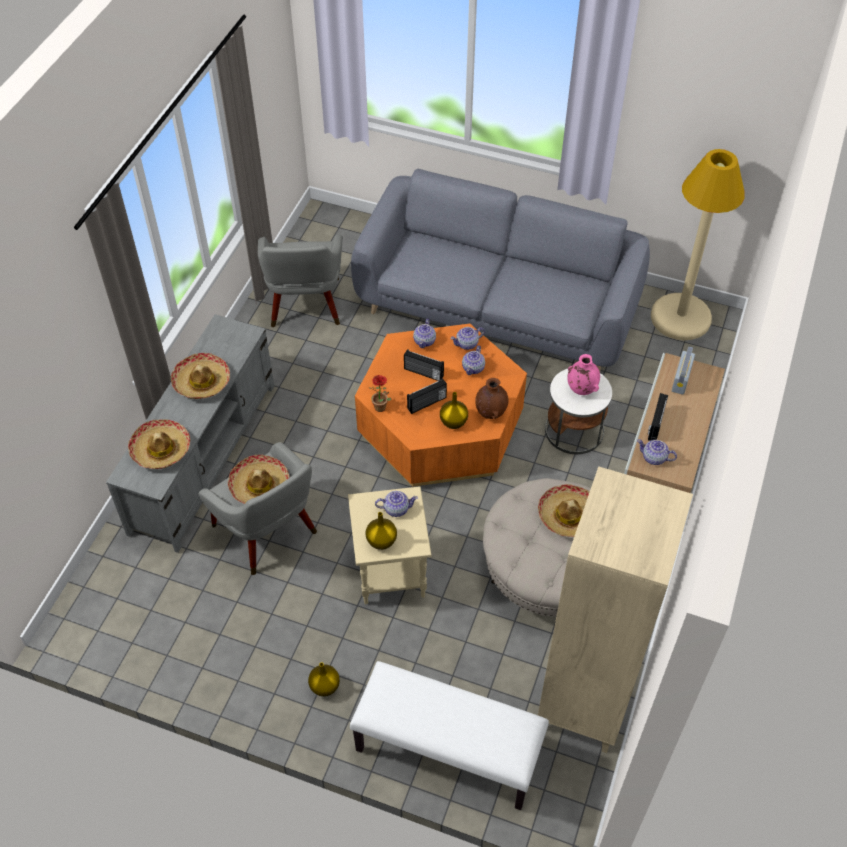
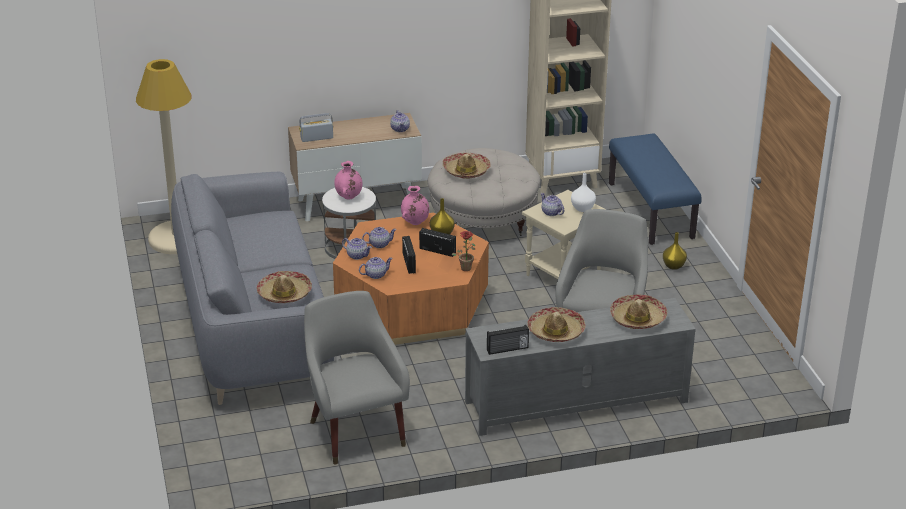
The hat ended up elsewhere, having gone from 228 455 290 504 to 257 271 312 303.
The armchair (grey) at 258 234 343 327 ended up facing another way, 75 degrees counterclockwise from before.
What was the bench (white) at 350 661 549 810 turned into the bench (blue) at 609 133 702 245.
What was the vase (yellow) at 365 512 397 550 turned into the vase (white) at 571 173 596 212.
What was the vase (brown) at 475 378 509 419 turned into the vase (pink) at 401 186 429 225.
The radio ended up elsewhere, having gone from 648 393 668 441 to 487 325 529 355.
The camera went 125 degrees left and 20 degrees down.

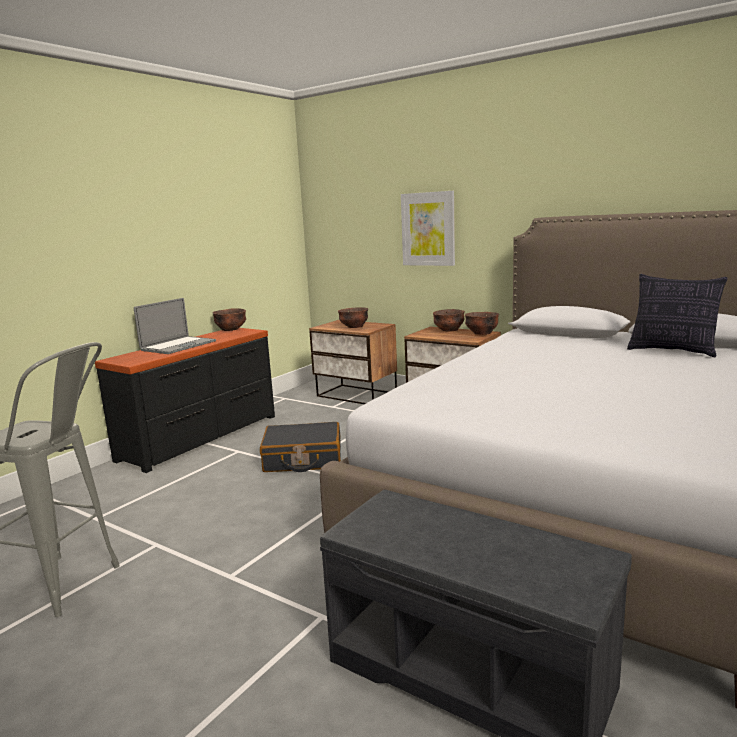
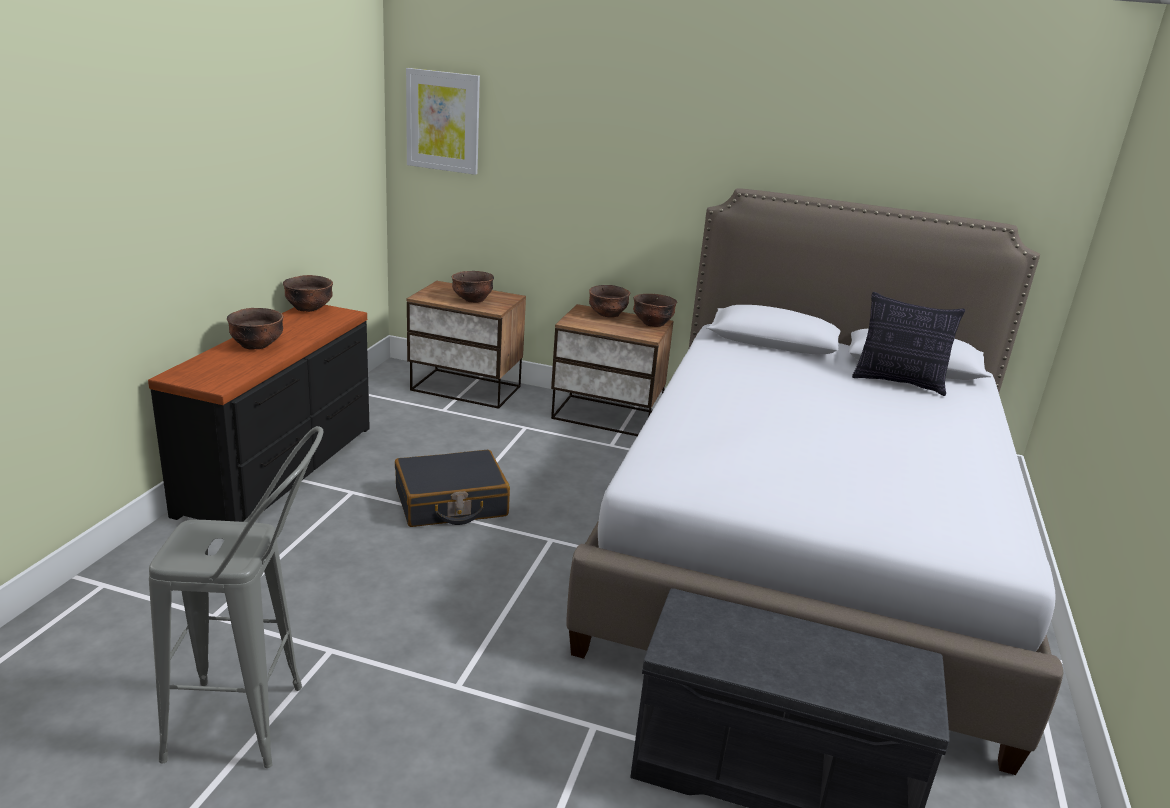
Where the laptop stood at 134 298 216 354, the bowl (brown) came to stand at 227 308 284 350.
The picture ended up elsewhere, having gone from 401 191 455 266 to 406 68 480 175.
The camera went 20 degrees left and 10 degrees up.

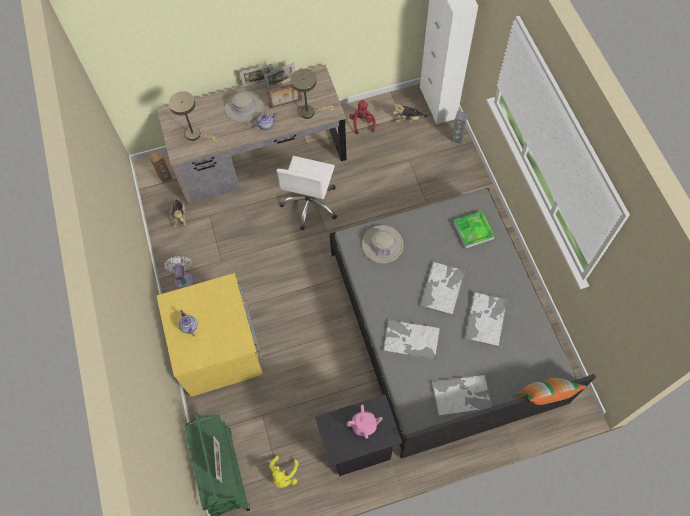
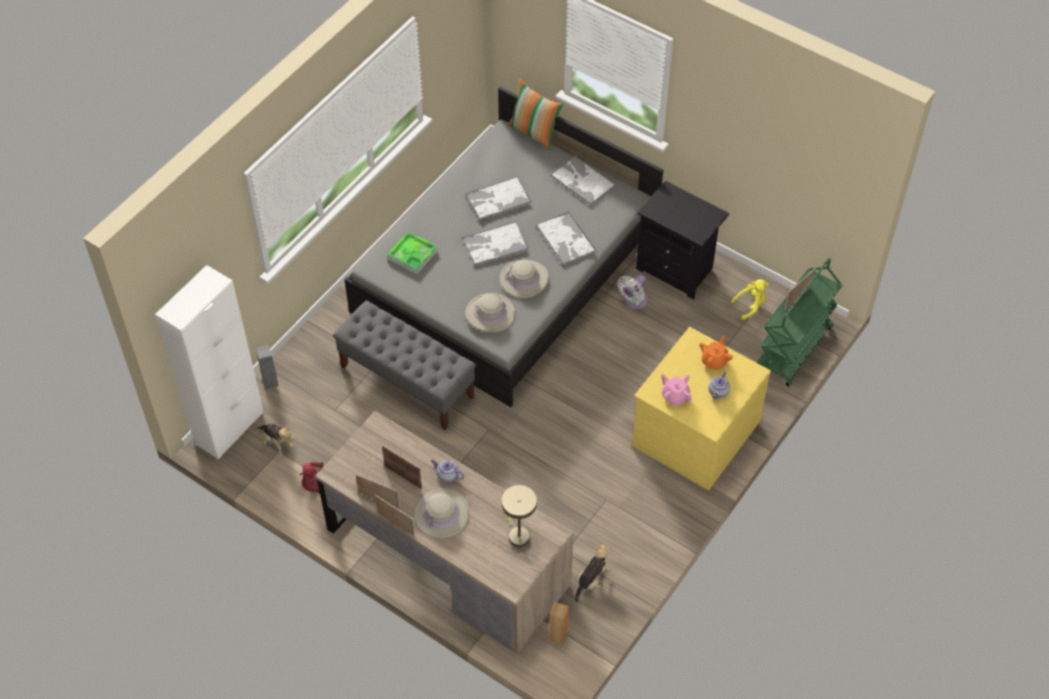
The fan (white) ended up elsewhere, having gone from 164 256 194 289 to 617 274 648 310.
The second view lost the office chair (white) at 276 156 337 230.
The second view lost the table lamp (beige) at 291 69 333 119.
The teapot (pink) ended up elsewhere, having gone from 346 405 383 439 to 661 374 692 406.
The second view gained the bench (grey) at 333 300 476 430.
The second view gained the hat (beige) at 500 260 549 298.
The second view gained the teapot (orange) at 699 336 733 370.
The camera went 130 degrees left and 10 degrees down.

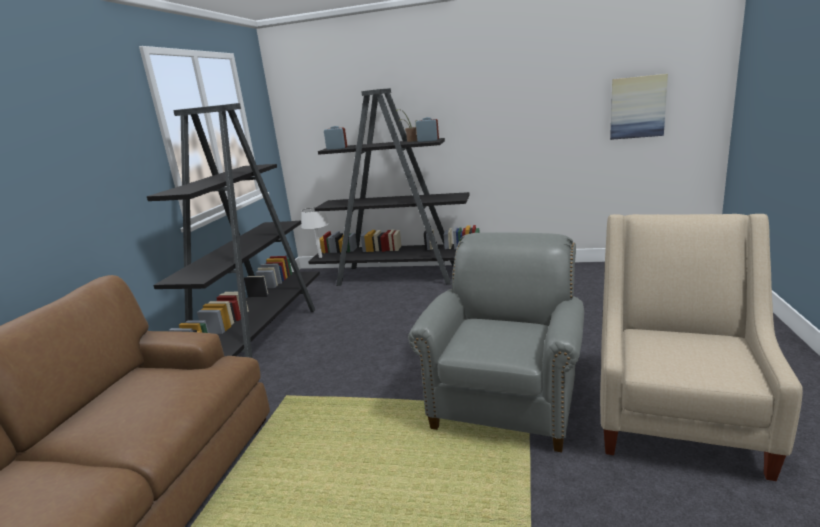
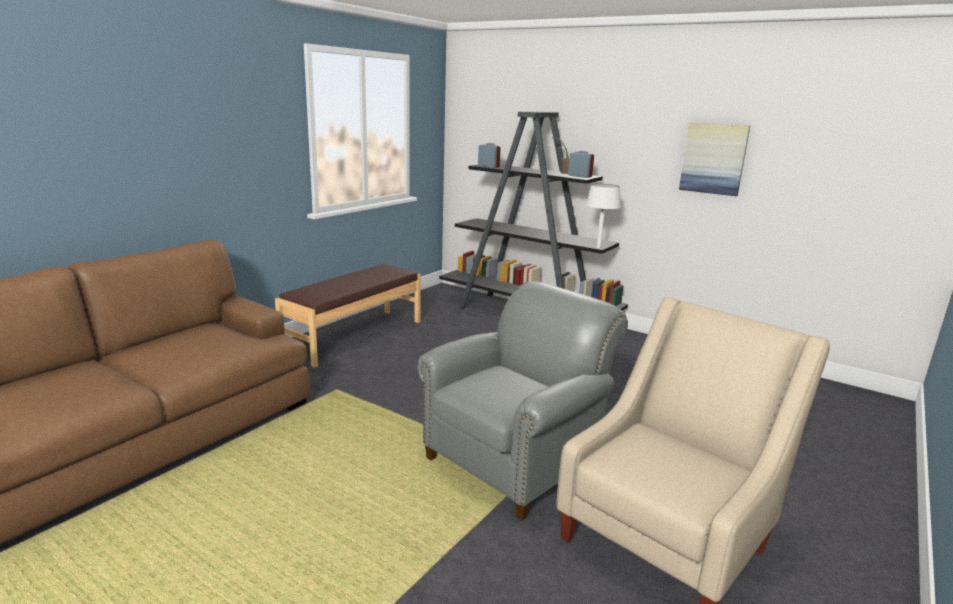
Where the bookcase (black) stood at 147 103 320 358, the bench (brown) came to stand at 275 264 421 368.
The table lamp (white) ended up elsewhere, having gone from 301 207 329 258 to 586 183 621 248.
The picture ended up elsewhere, having gone from 610 74 668 140 to 679 122 750 196.
The camera went 20 degrees right and 0 degrees up.

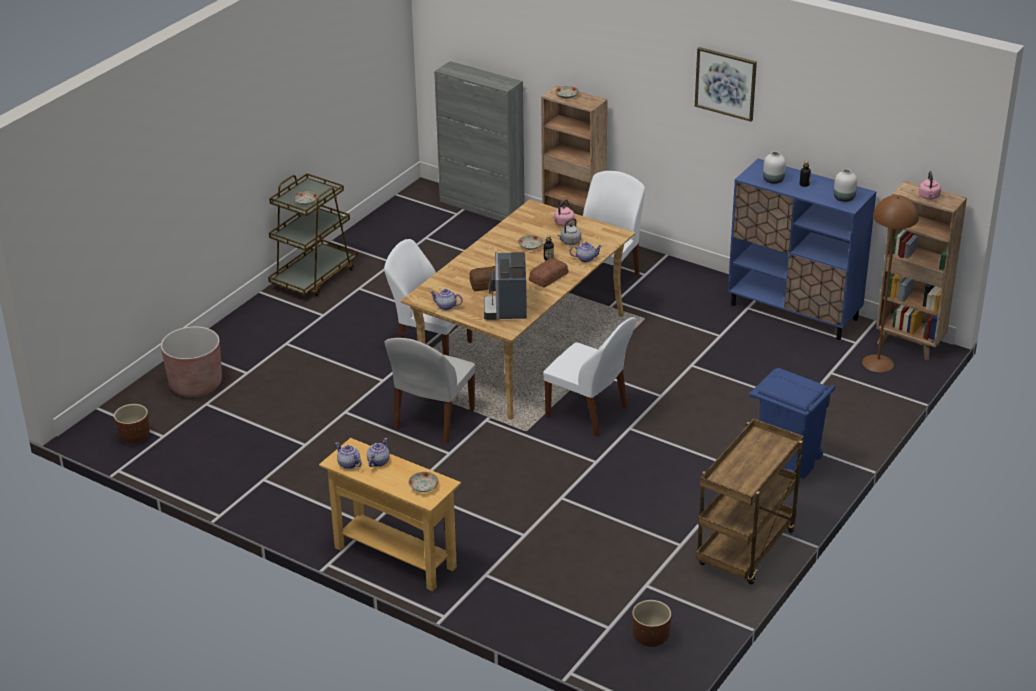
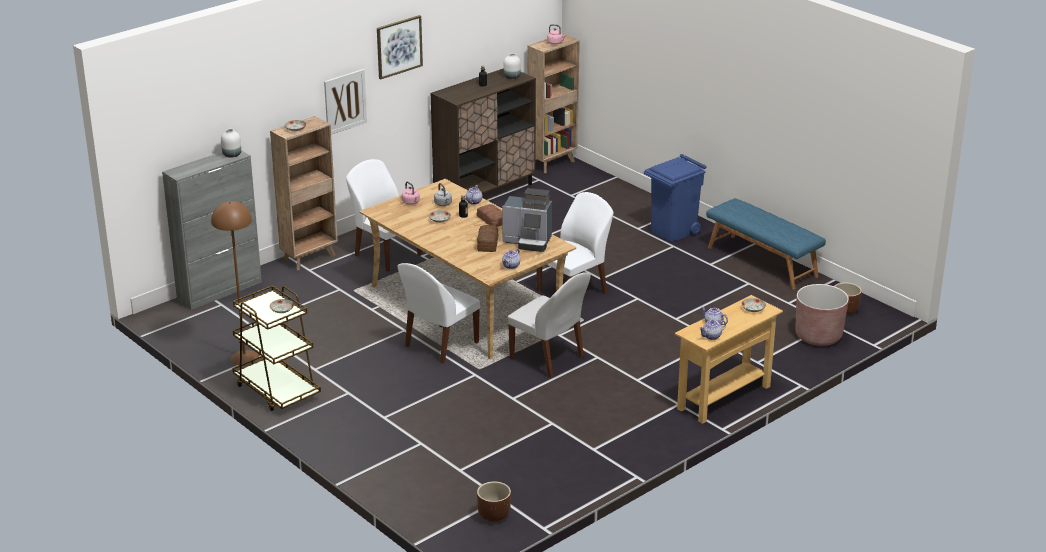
The planter (brown) ended up elsewhere, having gone from 161 326 222 397 to 796 284 849 346.
Where the cart (brown) stood at 696 418 804 585, the bench (blue) came to stand at 706 198 826 289.
What was the cabinet (blue) at 728 159 876 340 turned into the cabinet (brown) at 430 68 536 194.
The vase (white) ended up elsewhere, having gone from 763 151 786 184 to 221 129 241 158.
The floor lamp (brown) ended up elsewhere, having gone from 862 195 919 372 to 211 201 259 365.
The second view gained the picture at 324 69 367 135.
The camera went 75 degrees left and 5 degrees down.

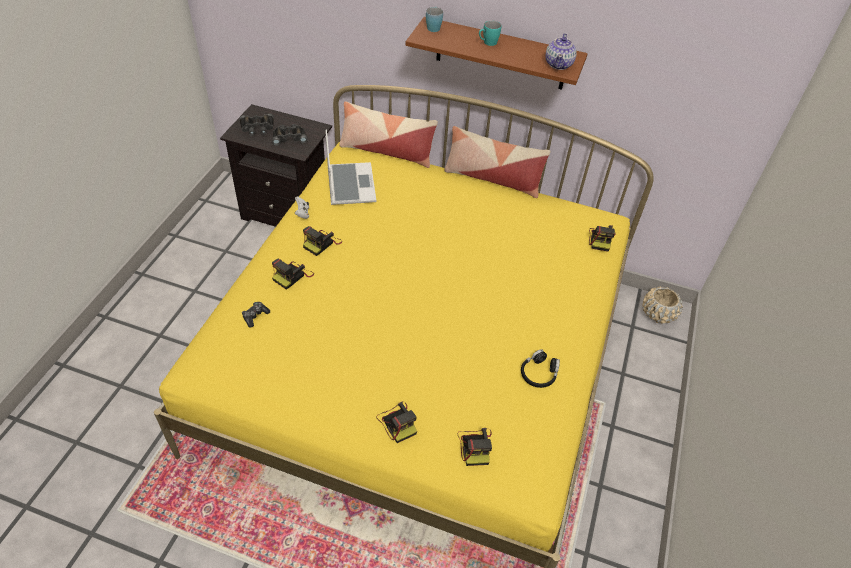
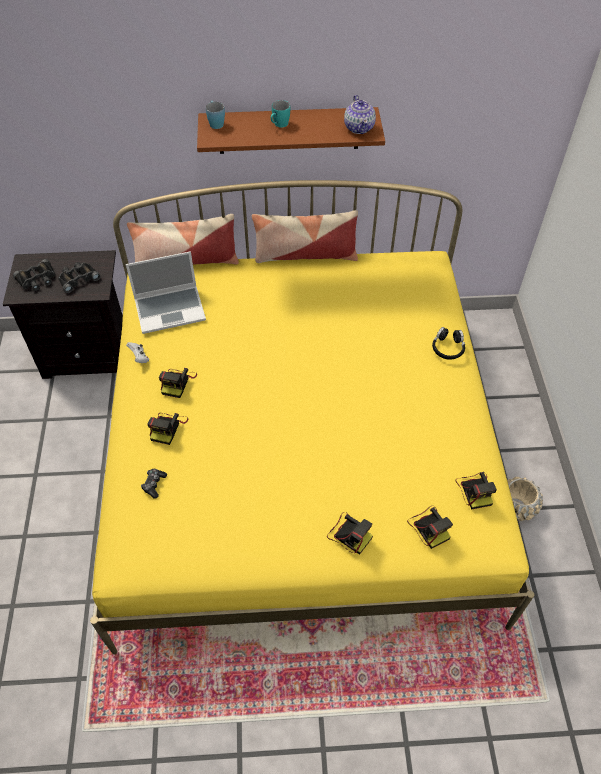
The laptop at 325 129 376 205 ended up facing another way, 105 degrees clockwise from before.
The headphones (black) ended up elsewhere, having gone from 521 349 560 388 to 432 327 465 360.
The photo camera ended up elsewhere, having gone from 589 225 616 252 to 456 472 497 510.
The planter (beige) ended up elsewhere, having gone from 643 286 683 324 to 507 477 543 521.
The camera went 20 degrees left and 5 degrees up.

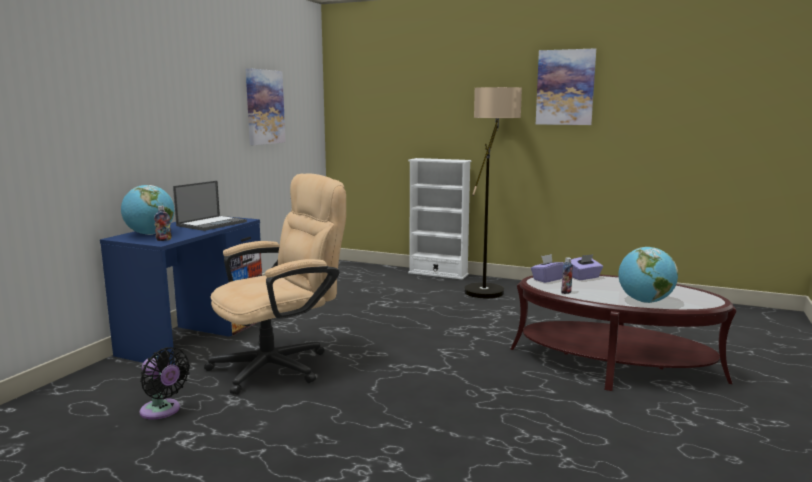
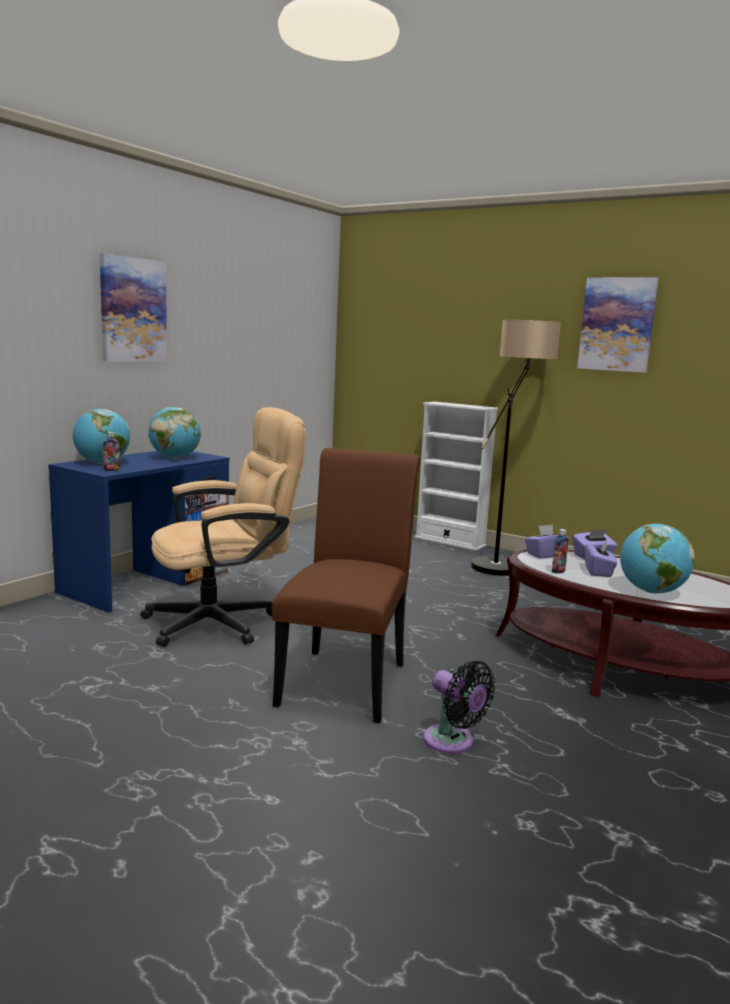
The fan (black) ended up elsewhere, having gone from 140 347 190 419 to 423 660 495 754.
Where the laptop stood at 173 181 247 231, the globe came to stand at 148 407 201 459.
The picture ended up elsewhere, having gone from 246 68 285 145 to 100 253 167 361.
The second view gained the chair (brown) at 272 448 420 723.
The second view gained the tissue box (purple) at 585 541 617 577.
The camera went 10 degrees right and 0 degrees up.

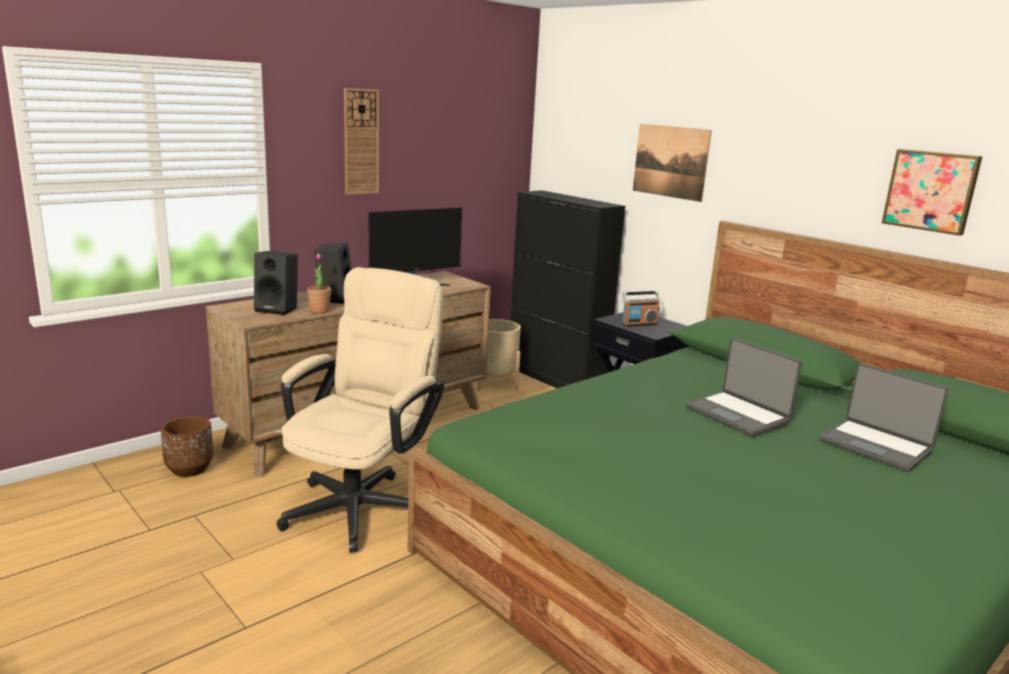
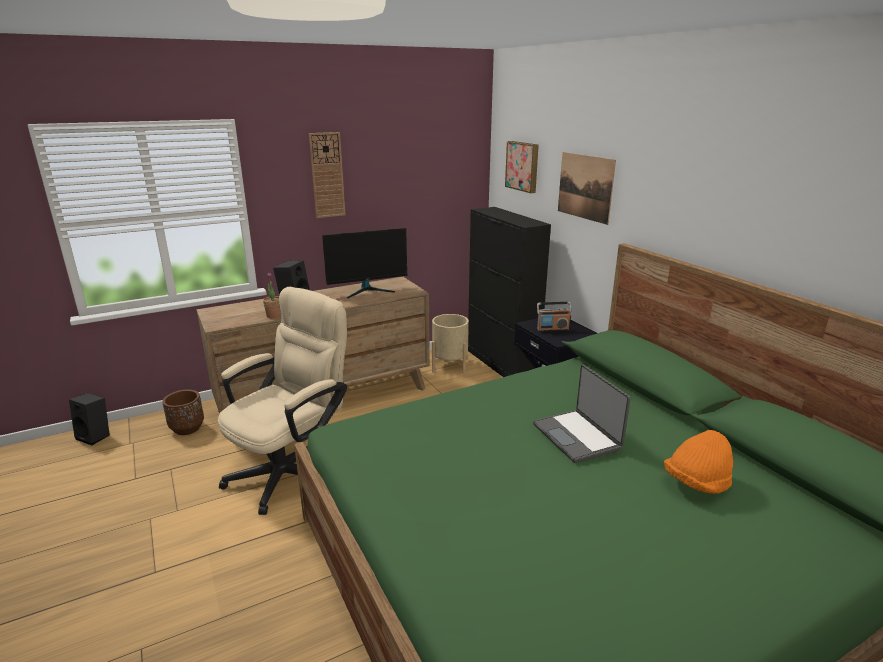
The speaker (black) ended up elsewhere, having gone from 254 251 298 315 to 69 393 110 445.
Where the laptop stood at 820 363 949 472, the hat (orange) came to stand at 664 430 733 494.
The picture ended up elsewhere, having gone from 882 149 982 236 to 505 141 539 193.
The camera went 15 degrees right and 5 degrees up.

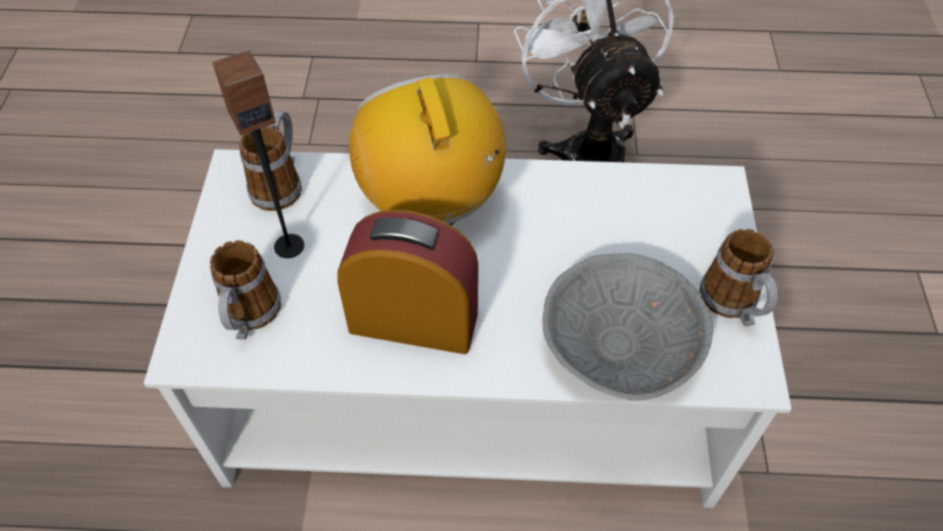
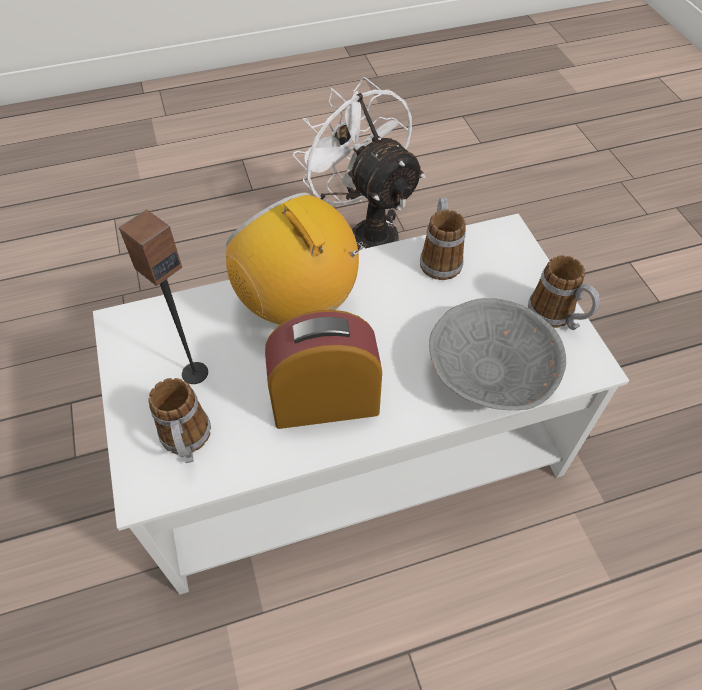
The mug ended up elsewhere, having gone from 239 111 302 211 to 420 197 466 280.
The camera went 20 degrees left and 0 degrees up.

